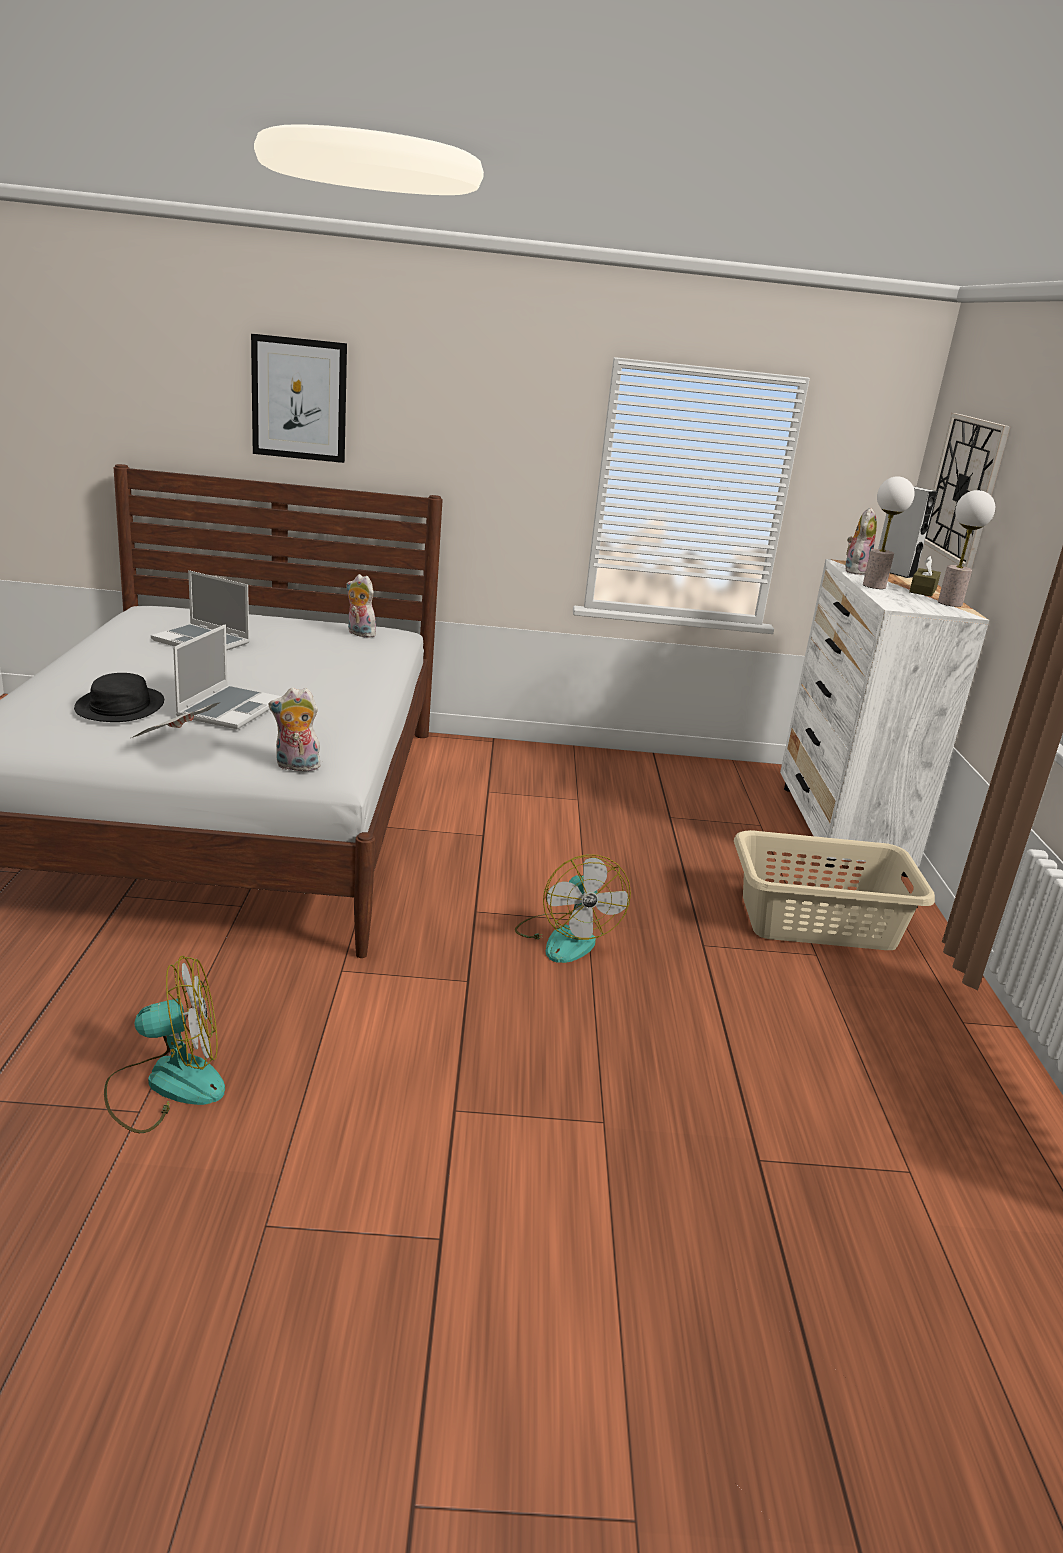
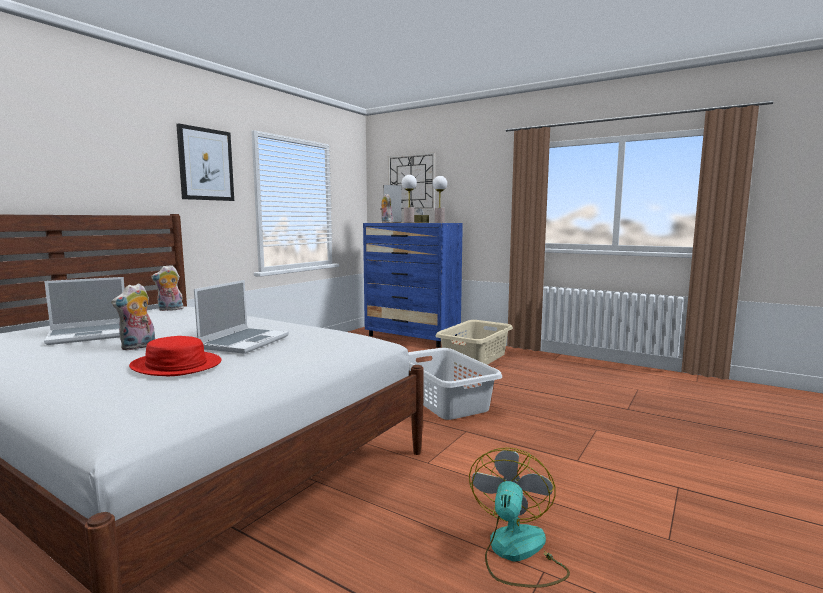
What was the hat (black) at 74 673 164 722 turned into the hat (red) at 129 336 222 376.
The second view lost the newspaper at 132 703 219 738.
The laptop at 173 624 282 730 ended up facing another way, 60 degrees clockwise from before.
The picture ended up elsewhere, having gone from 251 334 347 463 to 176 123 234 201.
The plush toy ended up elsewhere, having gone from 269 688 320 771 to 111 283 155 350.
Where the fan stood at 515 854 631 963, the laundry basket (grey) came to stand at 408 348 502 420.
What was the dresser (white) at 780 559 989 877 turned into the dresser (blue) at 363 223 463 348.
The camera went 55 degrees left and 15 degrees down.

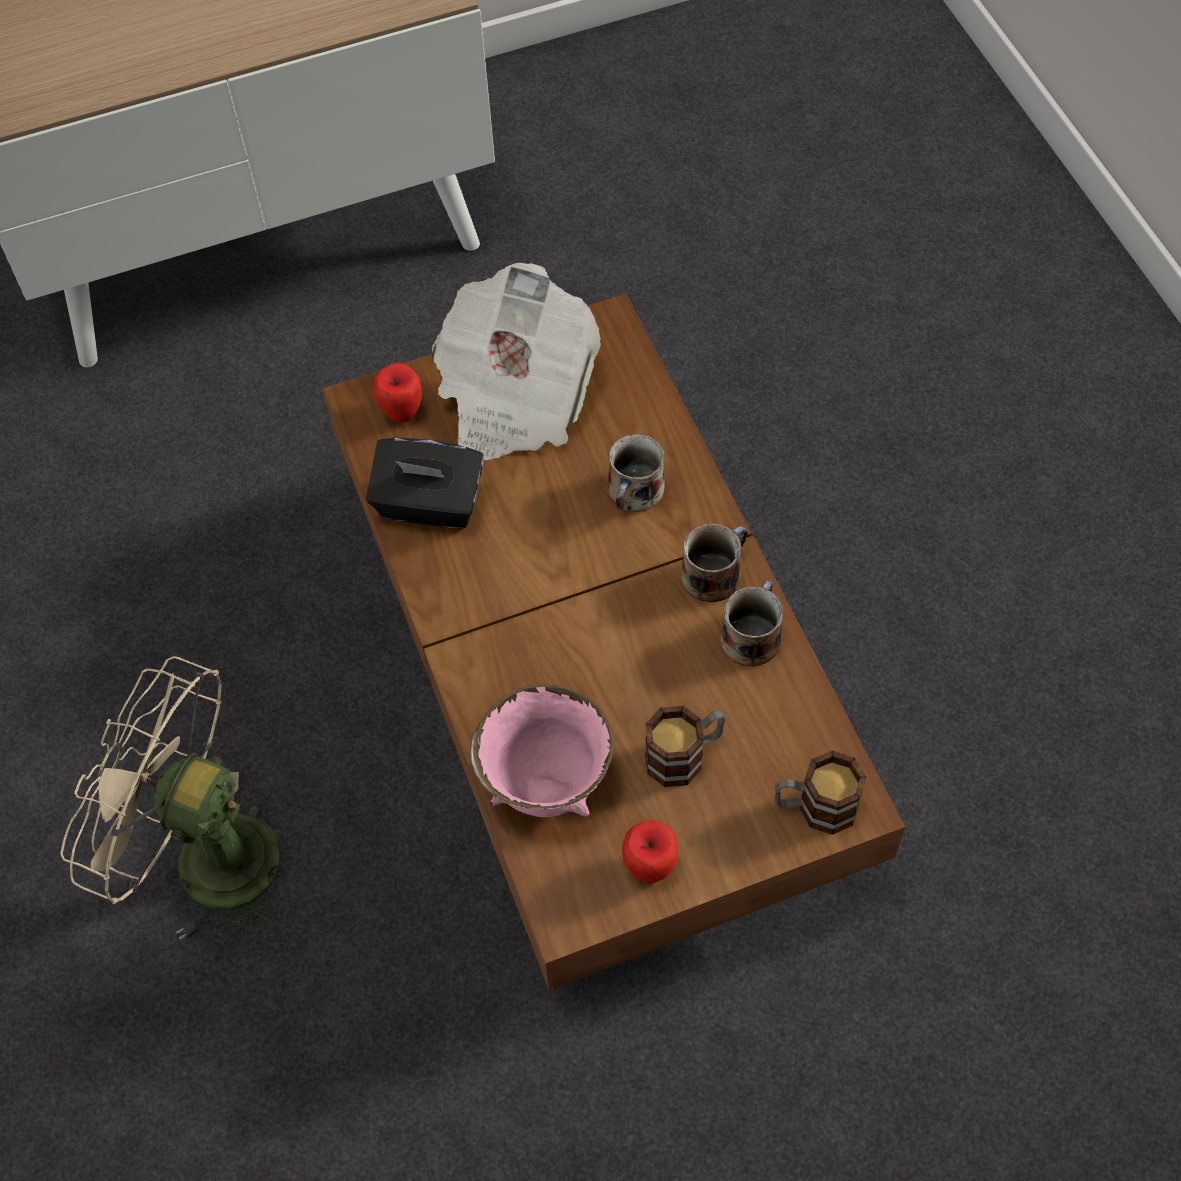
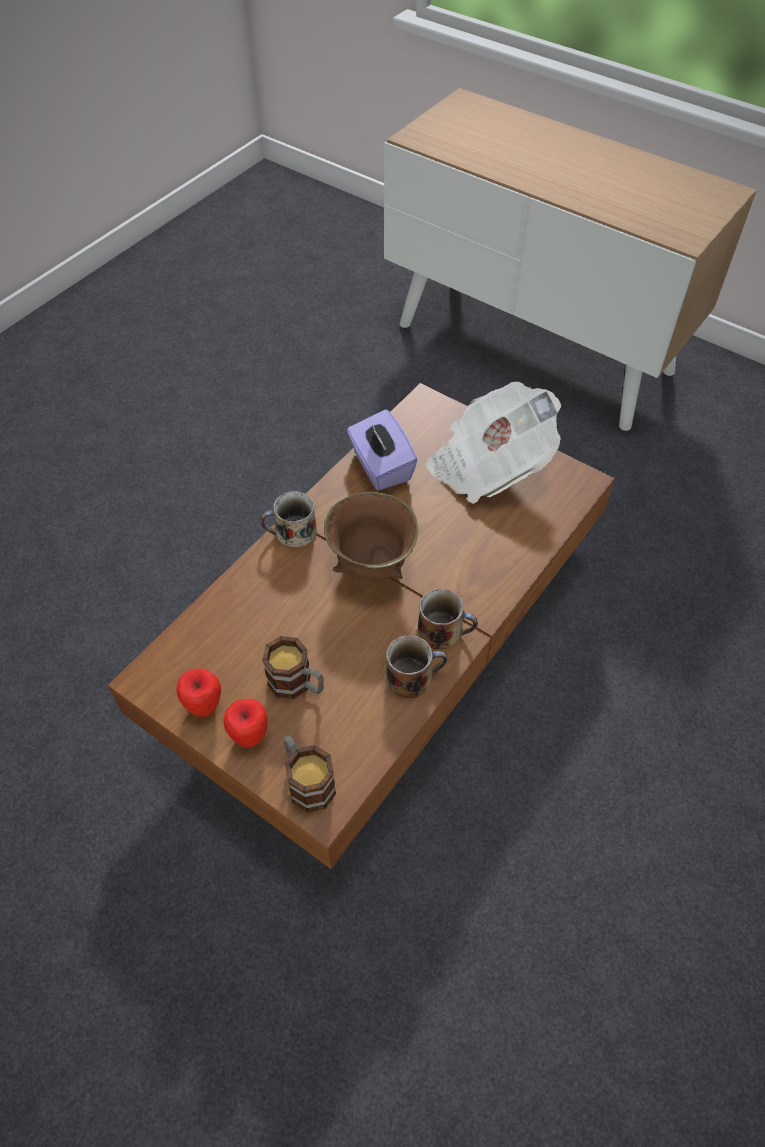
The second view lost the fan (beige) at 60 656 296 946.
What was the tissue box (black) at 366 438 484 529 turned into the tissue box (purple) at 347 409 418 491.
The apple ended up elsewhere, having gone from 373 363 422 423 to 223 699 268 748.
The second view lost the bowl (pink) at 470 684 613 817.
The mug ended up elsewhere, having gone from 608 434 665 511 to 261 491 317 548.
The second view gained the bowl (brown) at 324 492 418 581.
The camera went 55 degrees right and 5 degrees down.

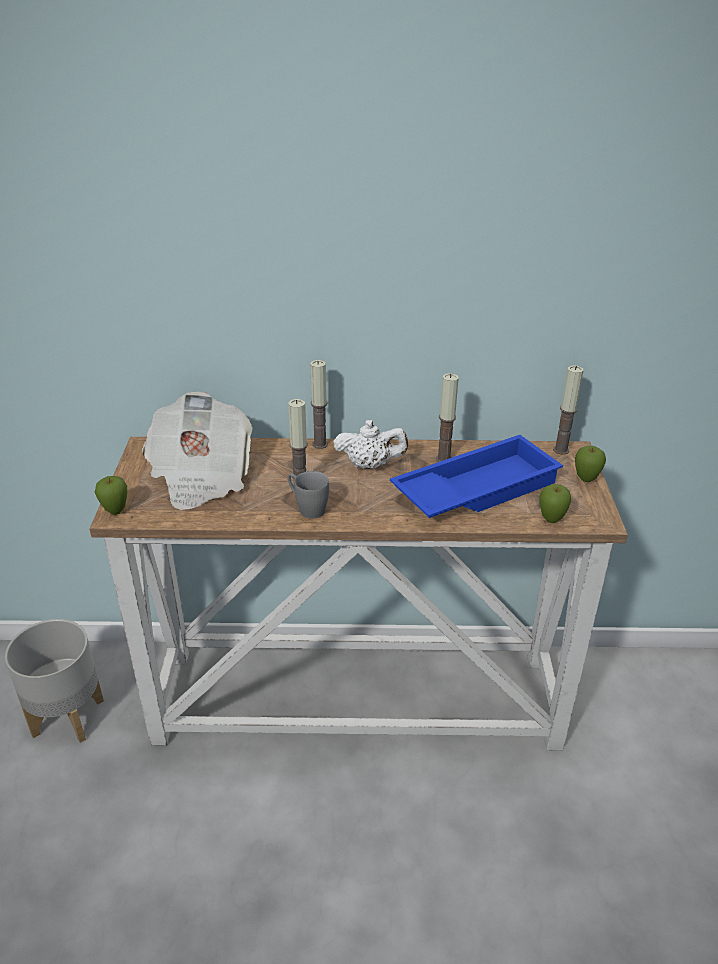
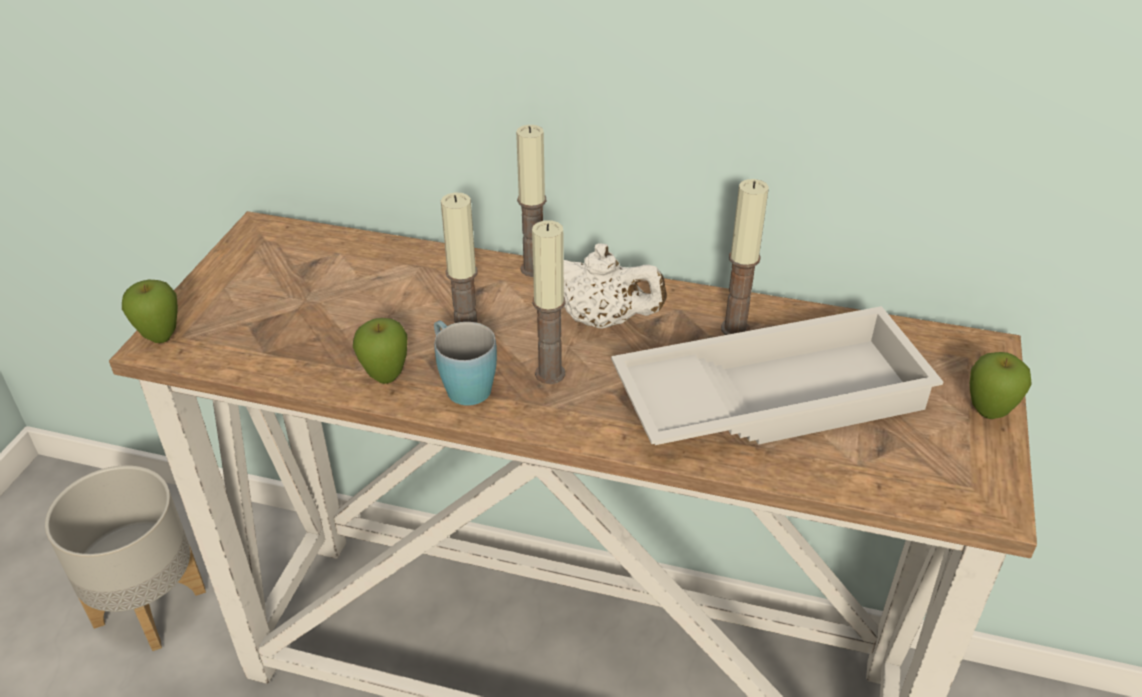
The second view lost the newspaper at 142 392 252 510.
What was the mug (grey) at 287 471 329 519 turned into the mug (blue) at 434 320 497 406.
What was the tray (blue) at 390 435 563 518 turned into the tray (white) at 611 306 943 445.
The apple ended up elsewhere, having gone from 540 484 571 523 to 353 318 408 384.
The candle ended up elsewhere, having gone from 553 365 584 455 to 532 220 566 384.
The camera went 15 degrees right and 5 degrees up.

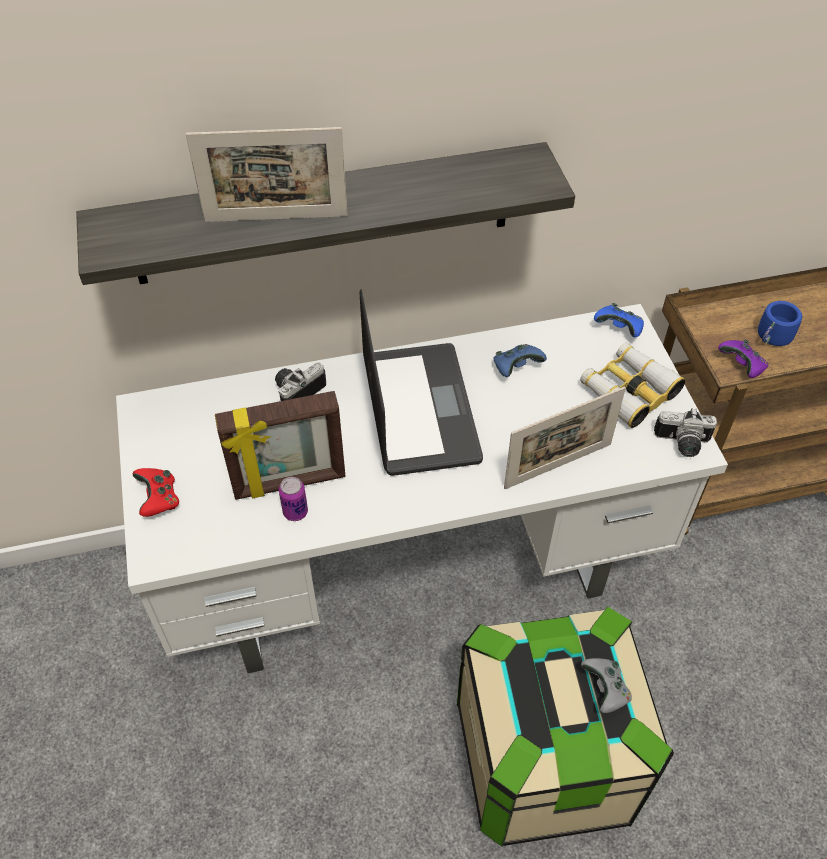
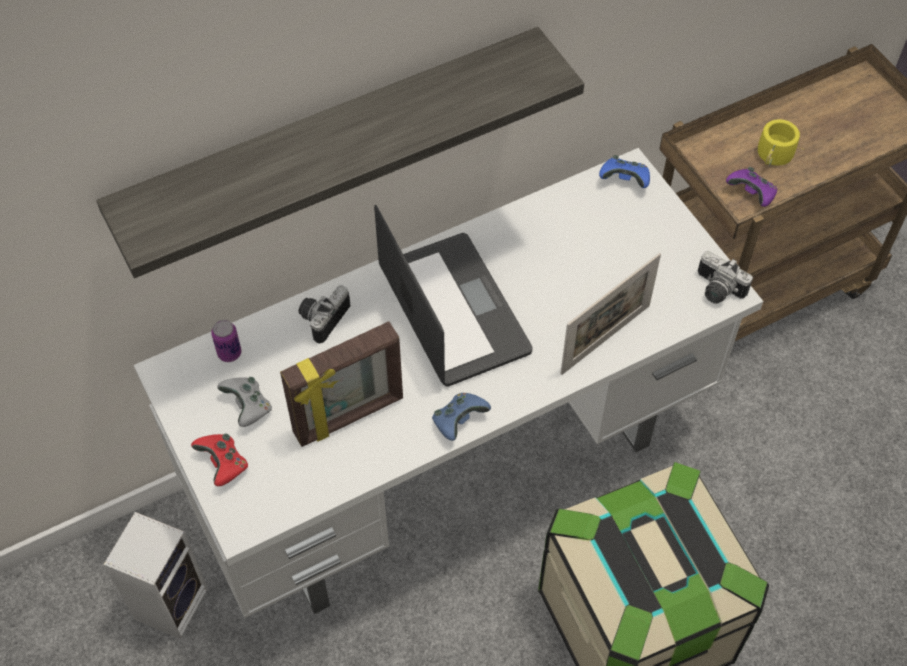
The second view lost the picture frame at 186 127 348 222.
The can ended up elsewhere, having gone from 279 477 308 521 to 211 320 241 362.
The game controller (blue) ended up elsewhere, having gone from 493 344 547 377 to 432 393 491 441.
The second view lost the binoculars at 580 343 685 428.
The game controller (grey) ended up elsewhere, having gone from 581 658 632 713 to 217 377 272 427.
The photo camera at 654 408 717 457 ended up facing another way, 45 degrees clockwise from before.
What was the mug (blue) at 758 301 805 346 turned into the mug (yellow) at 758 119 804 166.
The second view gained the speaker at 103 512 208 639.
The camera went 15 degrees left and 5 degrees up.

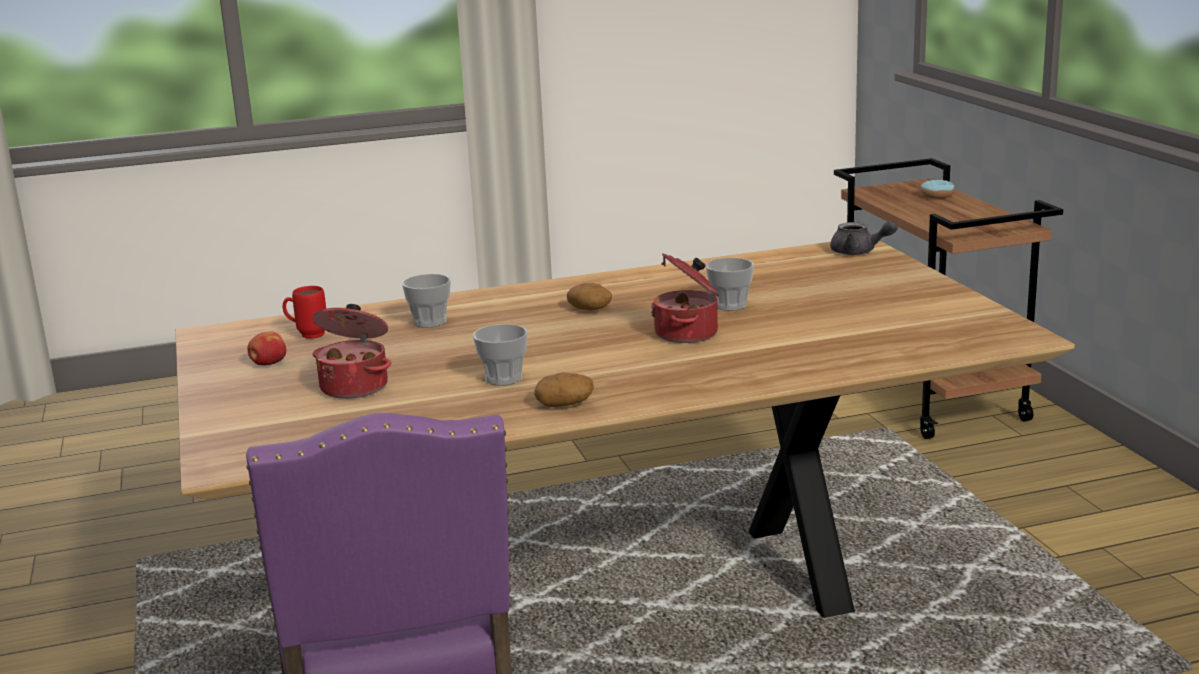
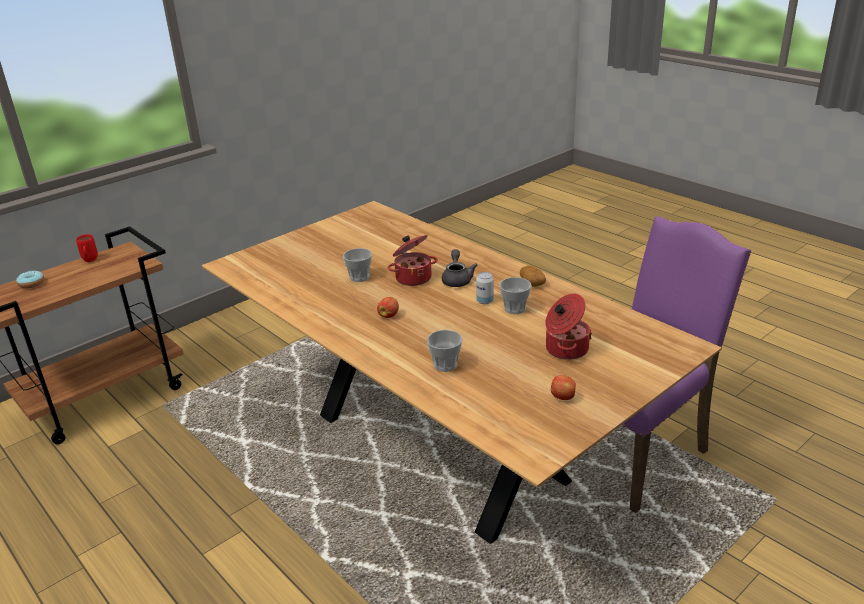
The mug (red) ended up elsewhere, having gone from 283 286 326 339 to 76 234 98 262.
Where the potato stood at 567 283 612 311, the apple came to stand at 377 297 399 318.
The teapot (grey) ended up elsewhere, having gone from 830 220 898 255 to 442 249 477 287.
The second view gained the can at 476 272 494 304.
The camera went 115 degrees left and 10 degrees up.

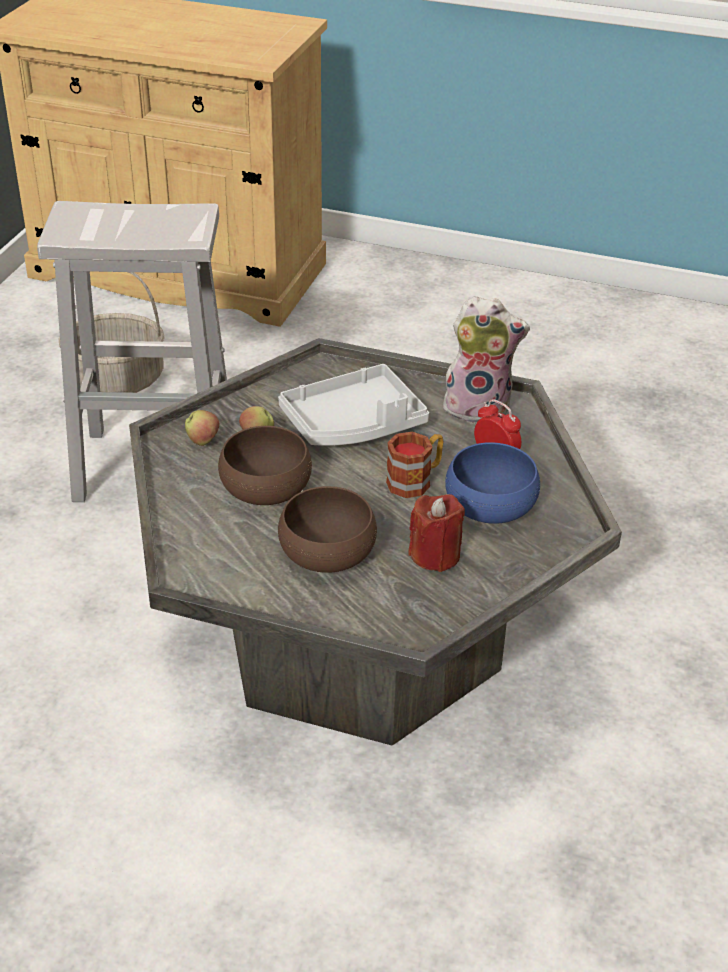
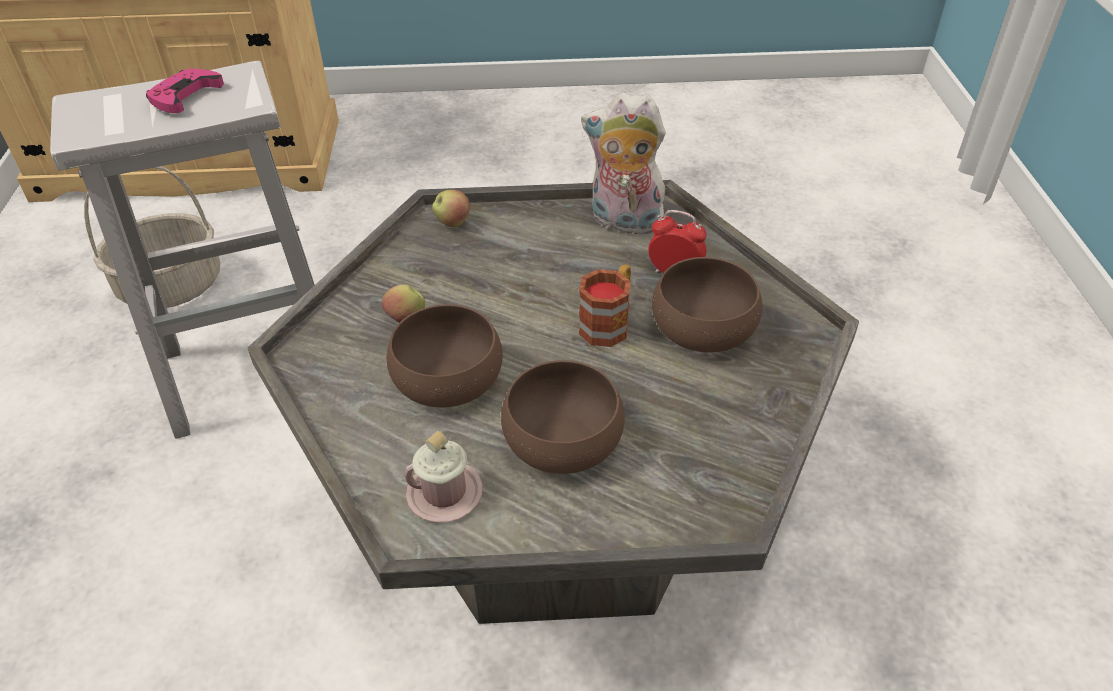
The apple ended up elsewhere, having gone from 185 410 219 446 to 432 190 470 227.
The second view lost the tray (grey) at 278 364 429 446.
The second view lost the candle (red) at 408 494 465 572.
The plush toy at 441 296 530 423 ended up facing another way, 150 degrees counterclockwise from before.
What was the bowl (blue) at 445 442 540 524 turned into the bowl (brown) at 652 257 762 353.
The second view gained the game controller (pink) at 146 69 224 113.
The second view gained the mug (pink) at 404 431 483 522.
The camera went 20 degrees left and 5 degrees up.

